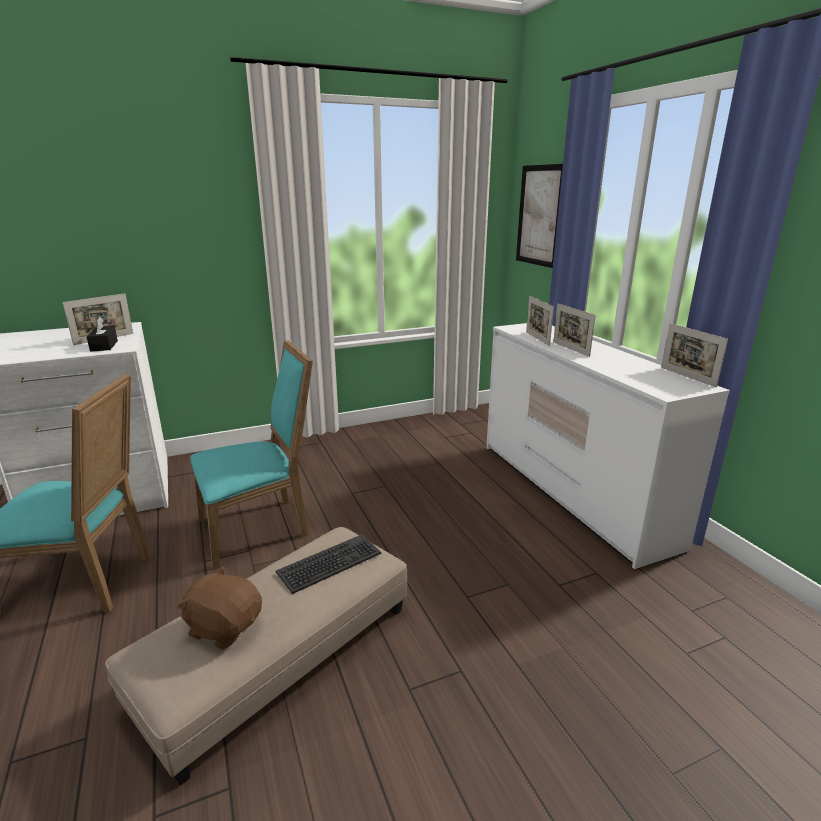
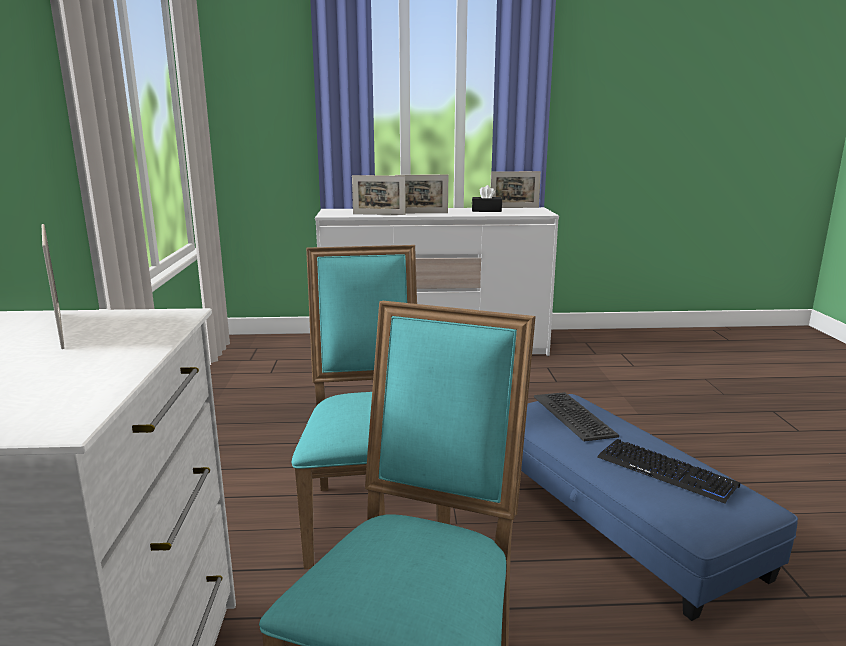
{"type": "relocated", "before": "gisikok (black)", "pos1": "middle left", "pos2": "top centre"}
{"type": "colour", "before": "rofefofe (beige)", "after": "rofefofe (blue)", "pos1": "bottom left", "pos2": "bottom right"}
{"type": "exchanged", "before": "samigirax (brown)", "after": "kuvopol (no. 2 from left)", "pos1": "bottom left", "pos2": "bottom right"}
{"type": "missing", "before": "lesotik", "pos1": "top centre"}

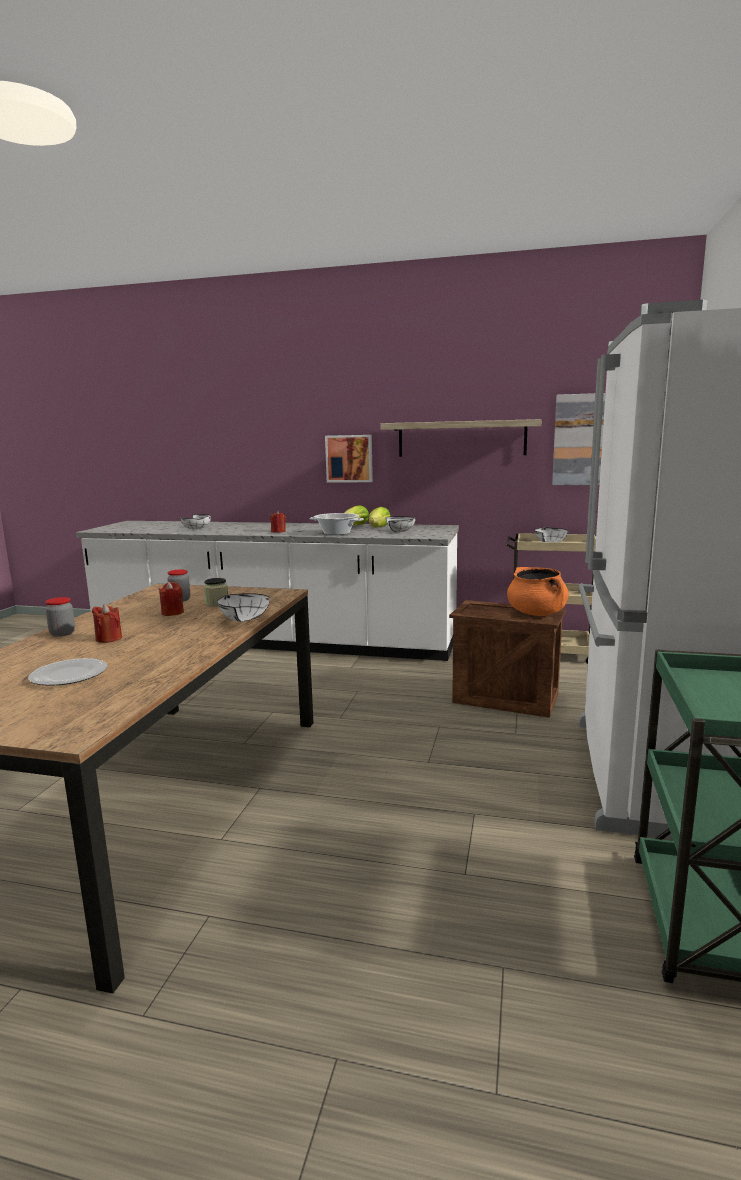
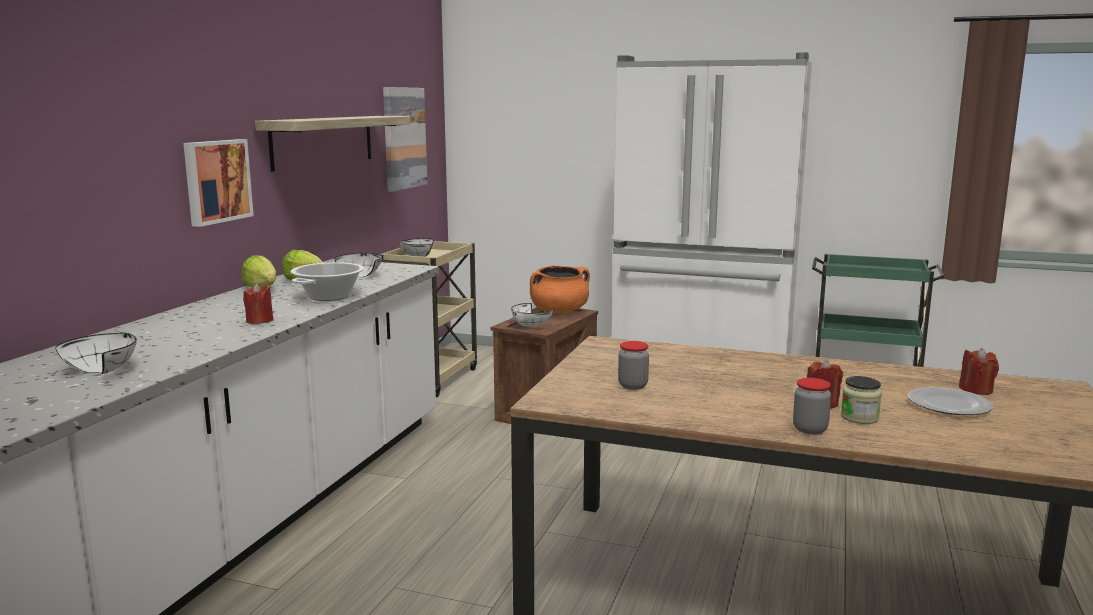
{"type": "relocated", "before": "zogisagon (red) (no. 2 from left in the first image)", "after": "zogisagon (red) (no. 3 from left)", "pos1": "middle left", "pos2": "middle right"}
{"type": "relocated", "before": "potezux (no. 3 from left)", "pos1": "middle left", "pos2": "middle right"}
{"type": "relocated", "before": "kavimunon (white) (no. 2 from left in the first image)", "after": "kavimunon (white) (no. 4 from left)", "pos1": "middle left", "pos2": "centre"}

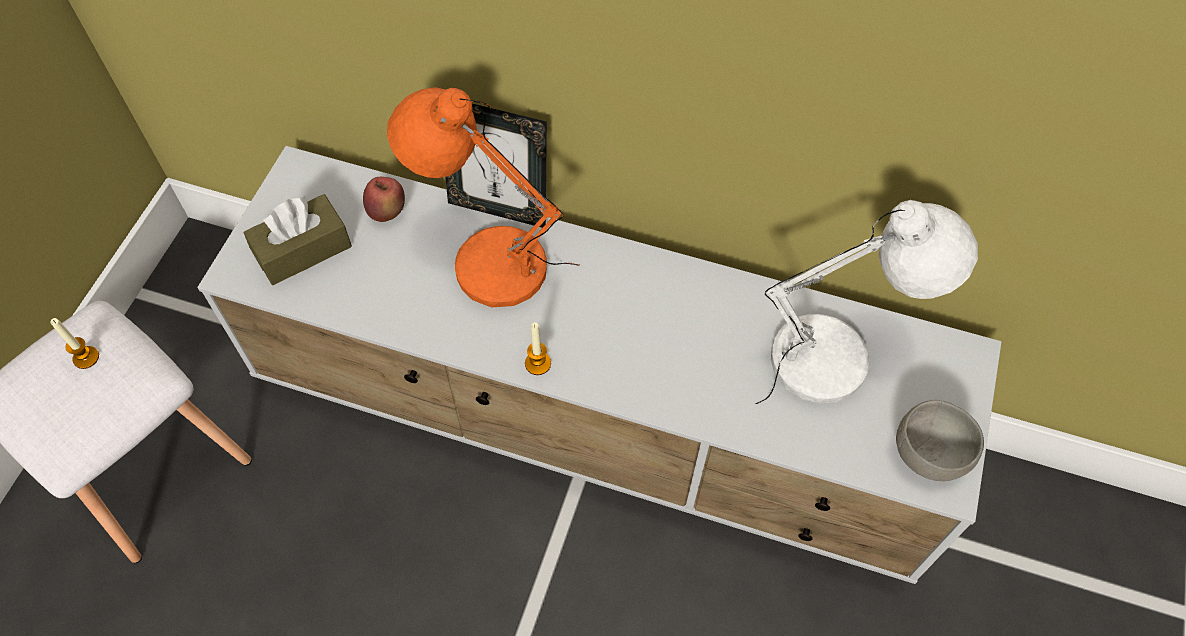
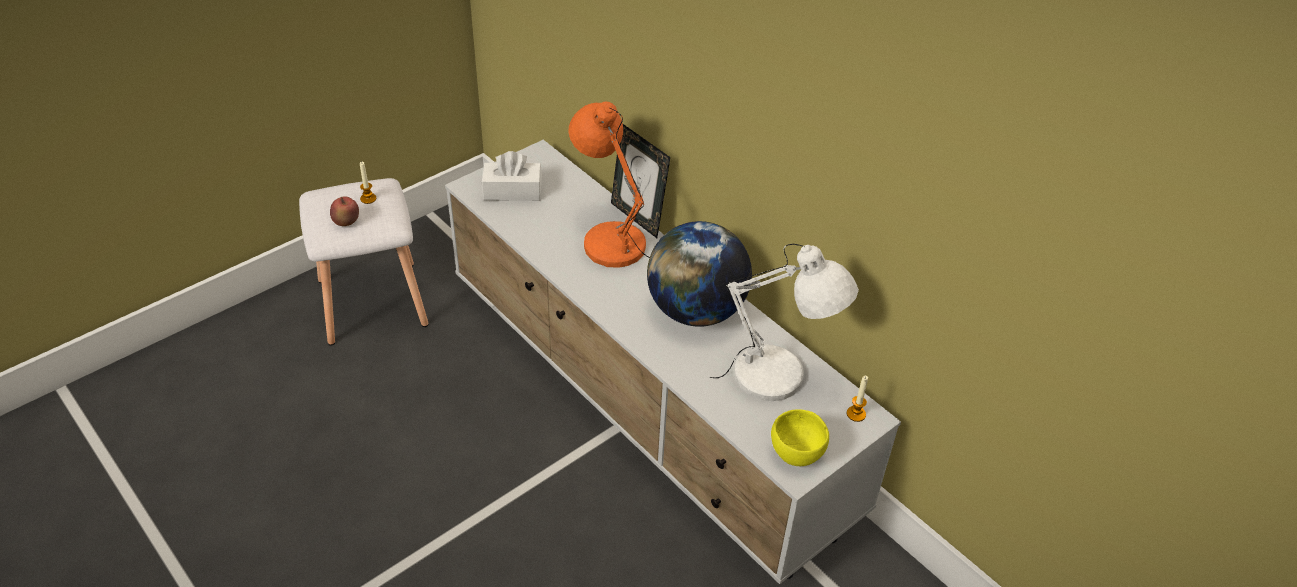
{"type": "colour", "before": "gisikok (brown)", "after": "gisikok (white)", "pos1": "middle left", "pos2": "top centre"}
{"type": "relocated", "before": "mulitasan", "pos1": "top left", "pos2": "middle left"}
{"type": "relocated", "before": "zogisagon (no. 2 from left)", "pos1": "centre", "pos2": "bottom centre"}
{"type": "colour", "before": "kavimunon (grey)", "after": "kavimunon (yellow)", "pos1": "bottom right", "pos2": "bottom centre"}
{"type": "appeared", "after": "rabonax", "pos2": "centre"}

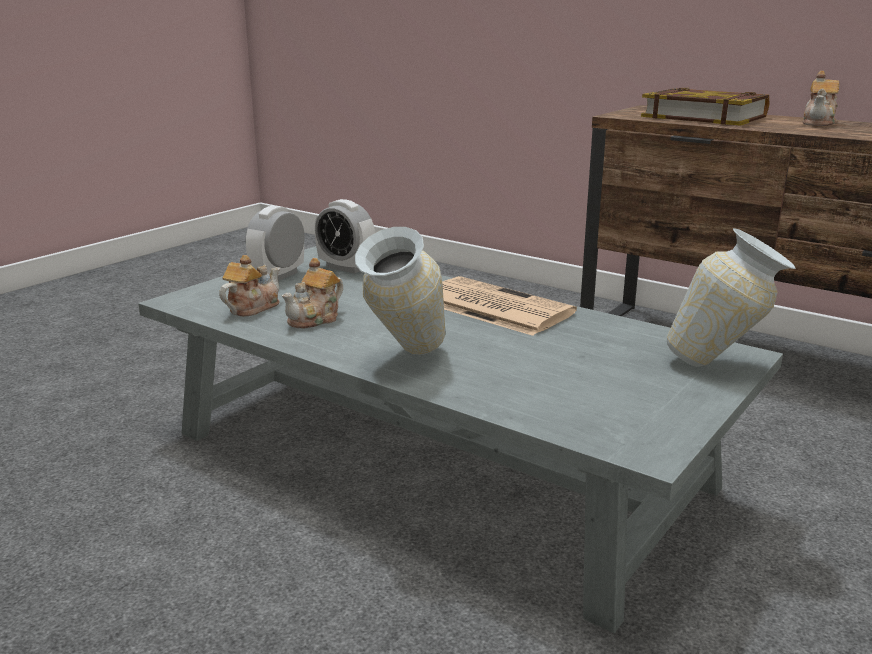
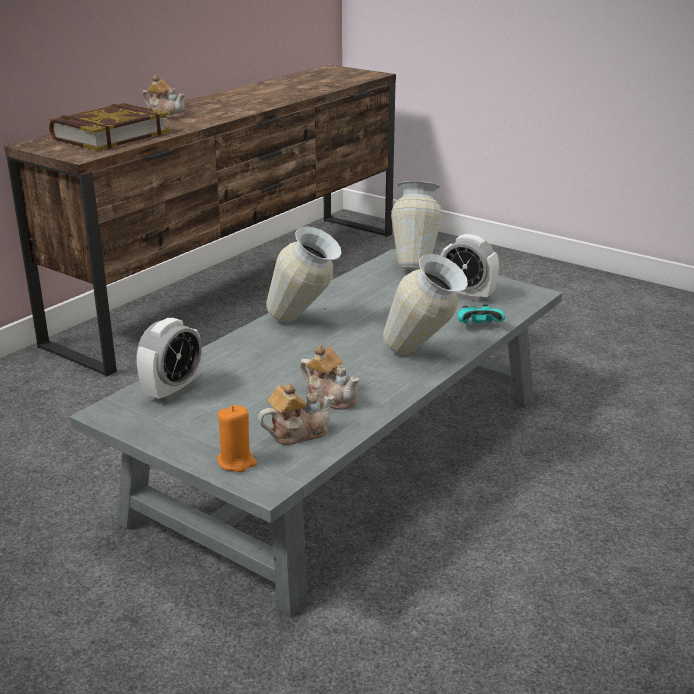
{"type": "spun", "before": "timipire (no. 1 from left in the first image)", "pos1": "middle left", "pos2": "centre", "turn": 120}
{"type": "relocated", "before": "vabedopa (no. 1 from left in the first image)", "after": "vabedopa (no. 2 from left)", "pos1": "middle left", "pos2": "middle right"}
{"type": "exchanged", "before": "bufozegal", "after": "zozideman (no. 1 from left)", "pos1": "centre", "pos2": "centre"}
{"type": "appeared", "after": "zogisagon (orange)", "pos2": "centre"}
{"type": "appeared", "after": "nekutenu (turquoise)", "pos2": "middle right"}

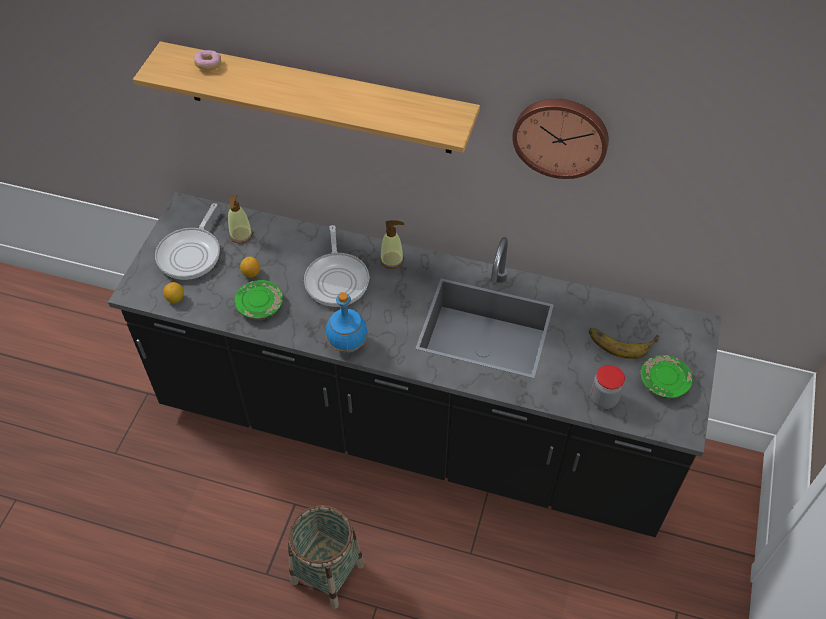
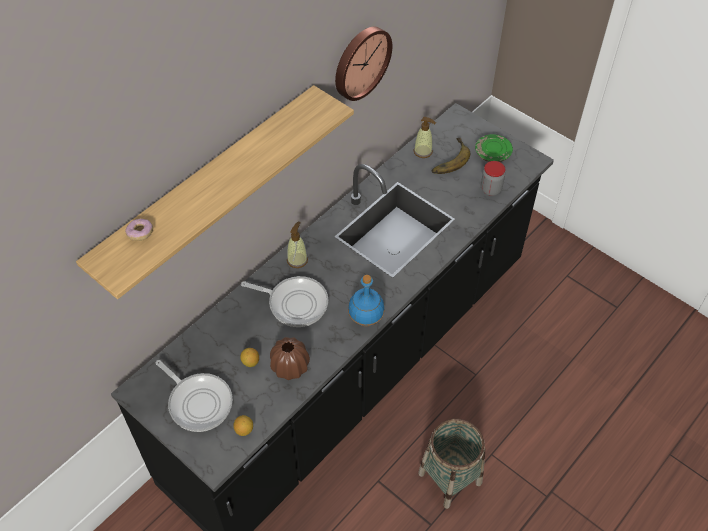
{"type": "relocated", "before": "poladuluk (no. 1 from left in the first image)", "after": "poladuluk (no. 2 from left)", "pos1": "middle left", "pos2": "top centre"}
{"type": "exchanged", "before": "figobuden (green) (no. 1 from left)", "after": "zozideman (brown)", "pos1": "middle left", "pos2": "bottom centre"}

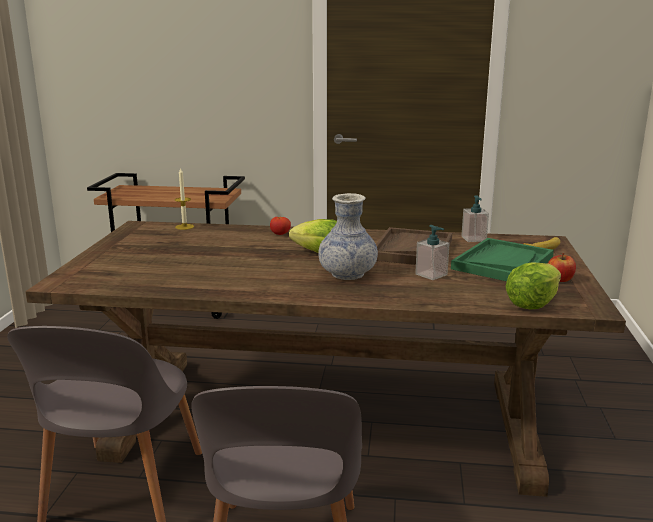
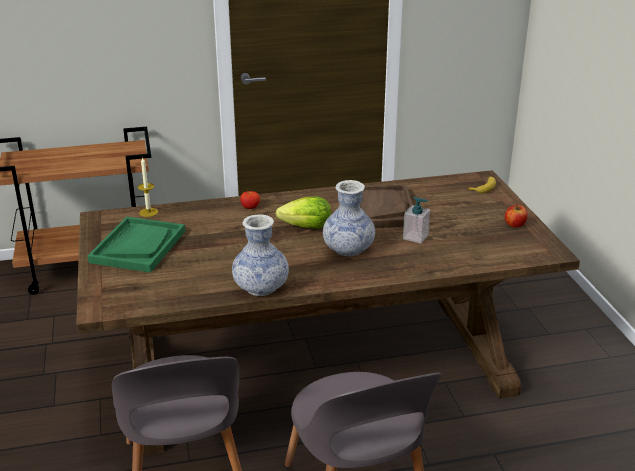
{"type": "relocated", "before": "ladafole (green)", "pos1": "middle right", "pos2": "middle left"}
{"type": "missing", "before": "poladuluk (no. 2 from left)", "pos1": "middle right"}
{"type": "missing", "before": "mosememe (no. 2 from left)", "pos1": "middle right"}
{"type": "appeared", "after": "zozideman (no. 1 from left)", "pos2": "centre"}

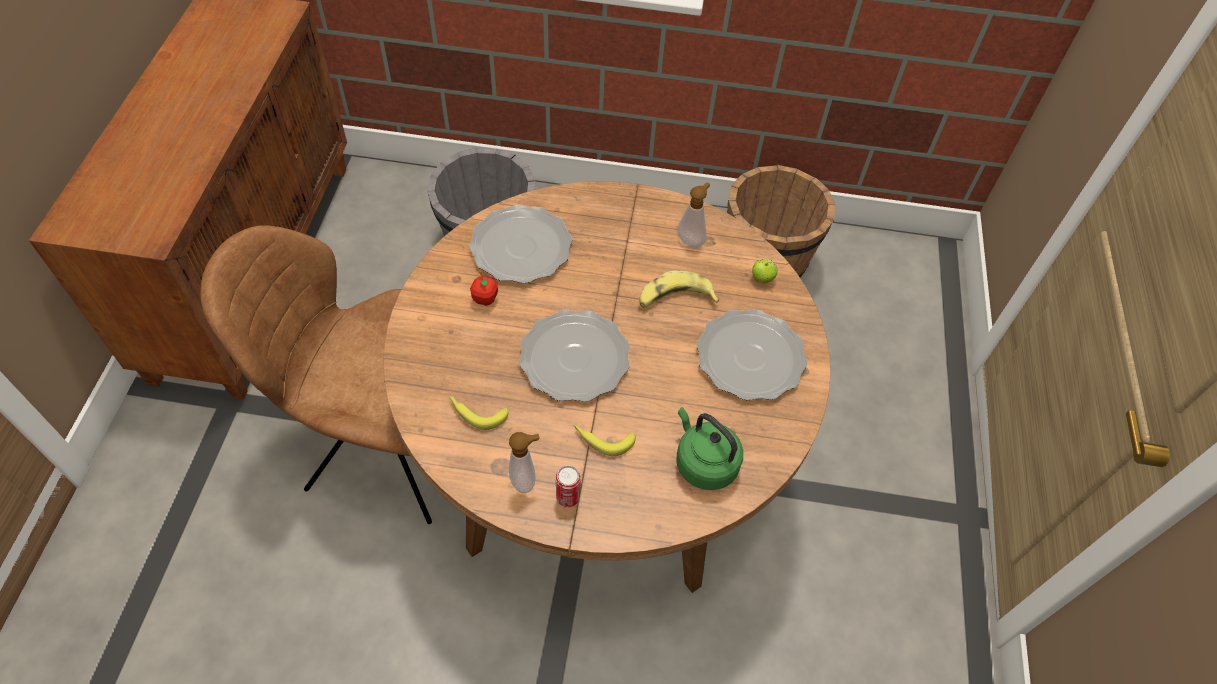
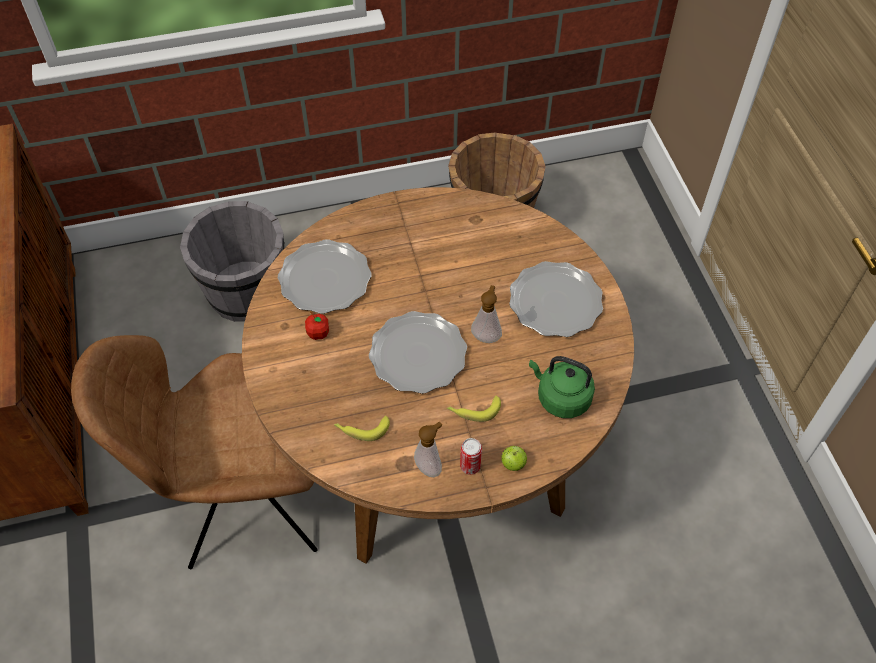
{"type": "missing", "before": "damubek (no. 3 from left)", "pos1": "centre"}
{"type": "relocated", "before": "poladuluk (no. 2 from left)", "pos1": "top centre", "pos2": "centre"}
{"type": "relocated", "before": "mulitasan (no. 2 from left)", "pos1": "centre", "pos2": "bottom centre"}

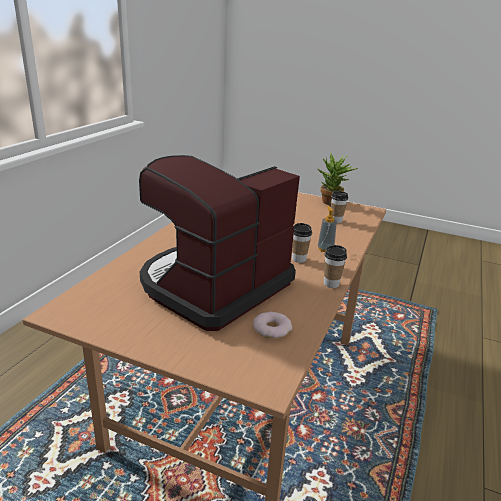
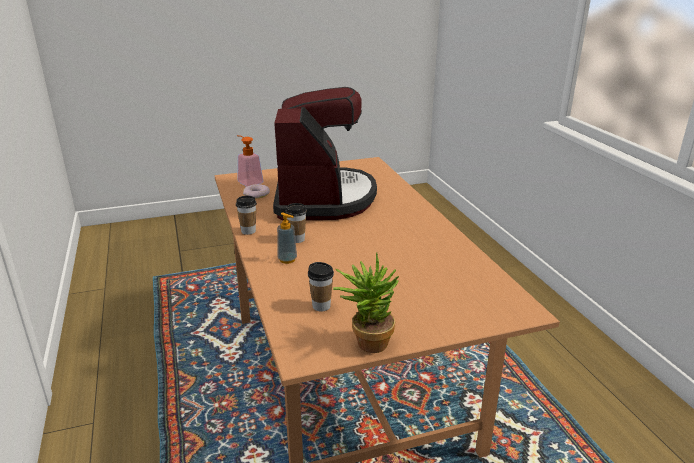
{"type": "appeared", "after": "poladuluk (no. 1 from left)", "pos2": "centre"}

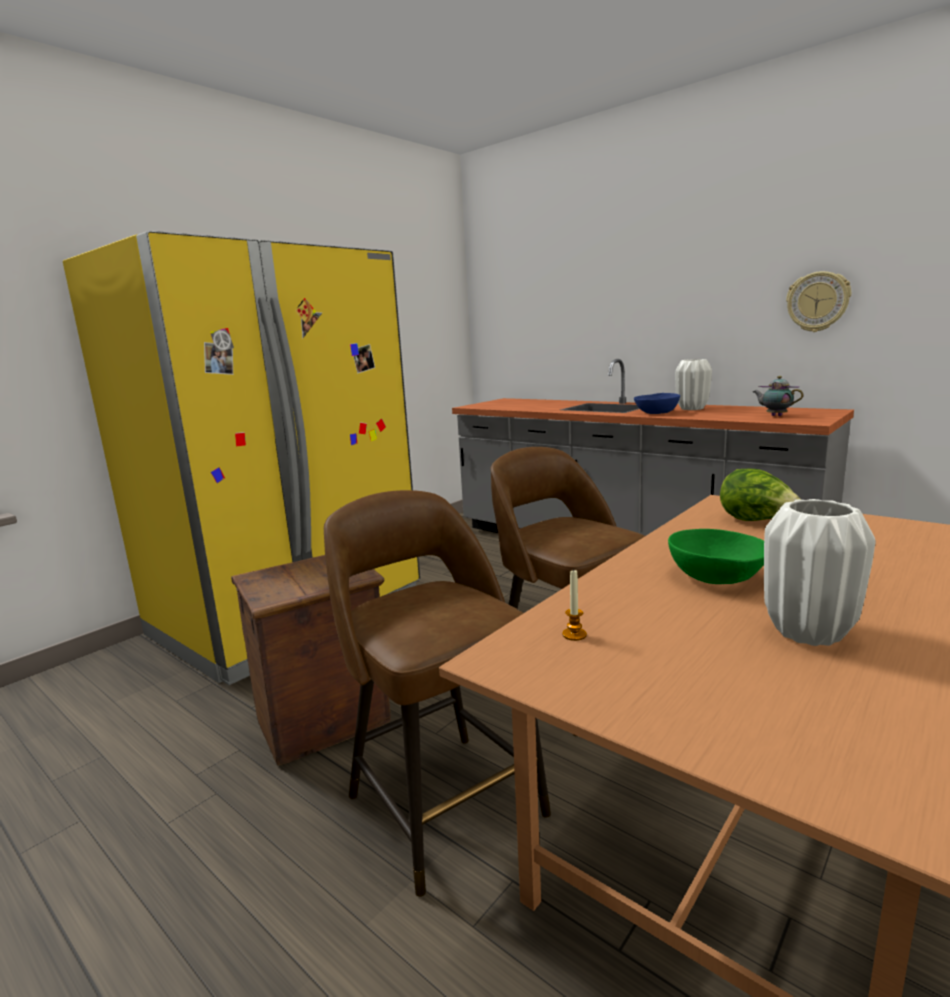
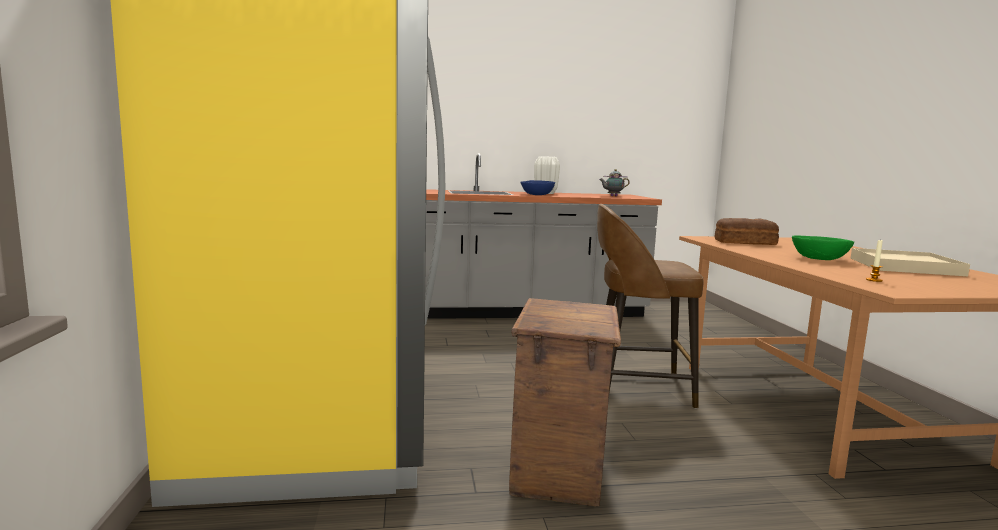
{"type": "missing", "before": "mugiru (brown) (no. 1 from left)", "pos1": "bottom centre"}
{"type": "exchanged", "before": "mosememe", "after": "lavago", "pos1": "middle right", "pos2": "middle right"}
{"type": "exchanged", "before": "zozideman (white) (no. 2 from left)", "after": "ladafole (beige)", "pos1": "middle right", "pos2": "middle right"}
{"type": "missing", "before": "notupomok", "pos1": "top right"}

